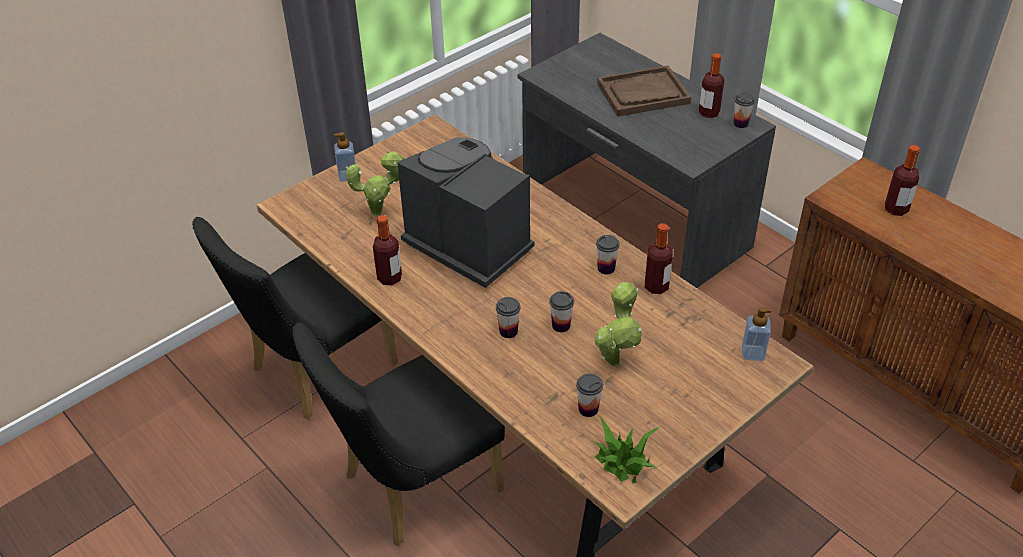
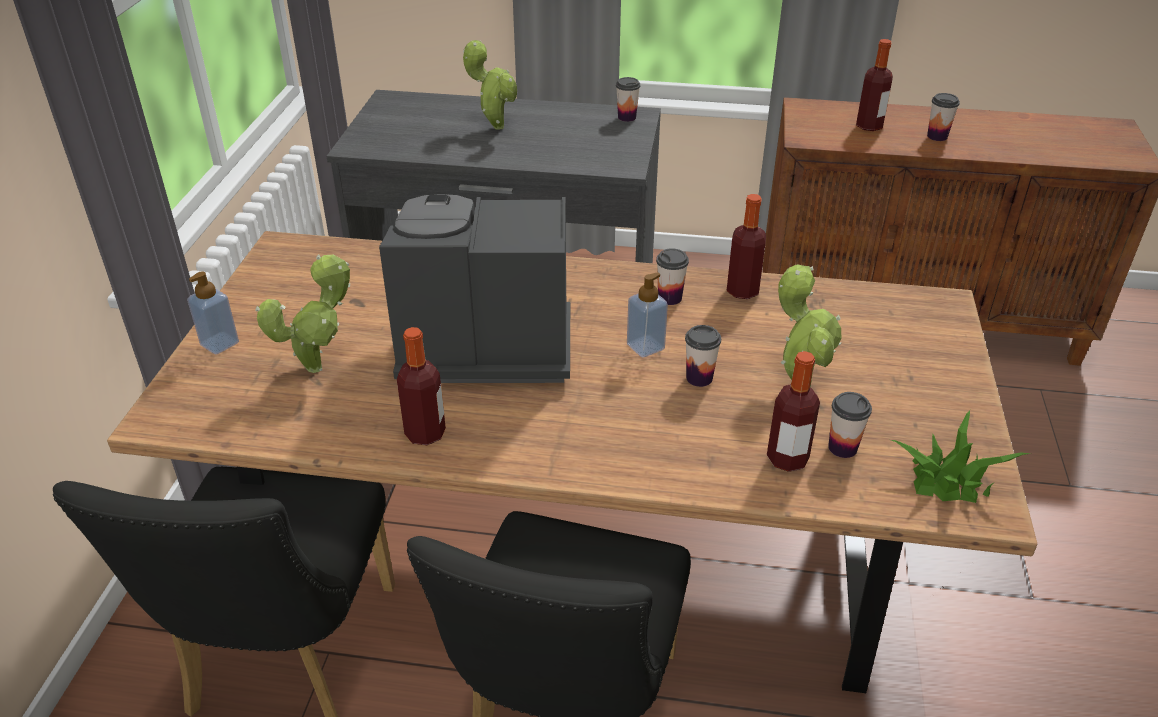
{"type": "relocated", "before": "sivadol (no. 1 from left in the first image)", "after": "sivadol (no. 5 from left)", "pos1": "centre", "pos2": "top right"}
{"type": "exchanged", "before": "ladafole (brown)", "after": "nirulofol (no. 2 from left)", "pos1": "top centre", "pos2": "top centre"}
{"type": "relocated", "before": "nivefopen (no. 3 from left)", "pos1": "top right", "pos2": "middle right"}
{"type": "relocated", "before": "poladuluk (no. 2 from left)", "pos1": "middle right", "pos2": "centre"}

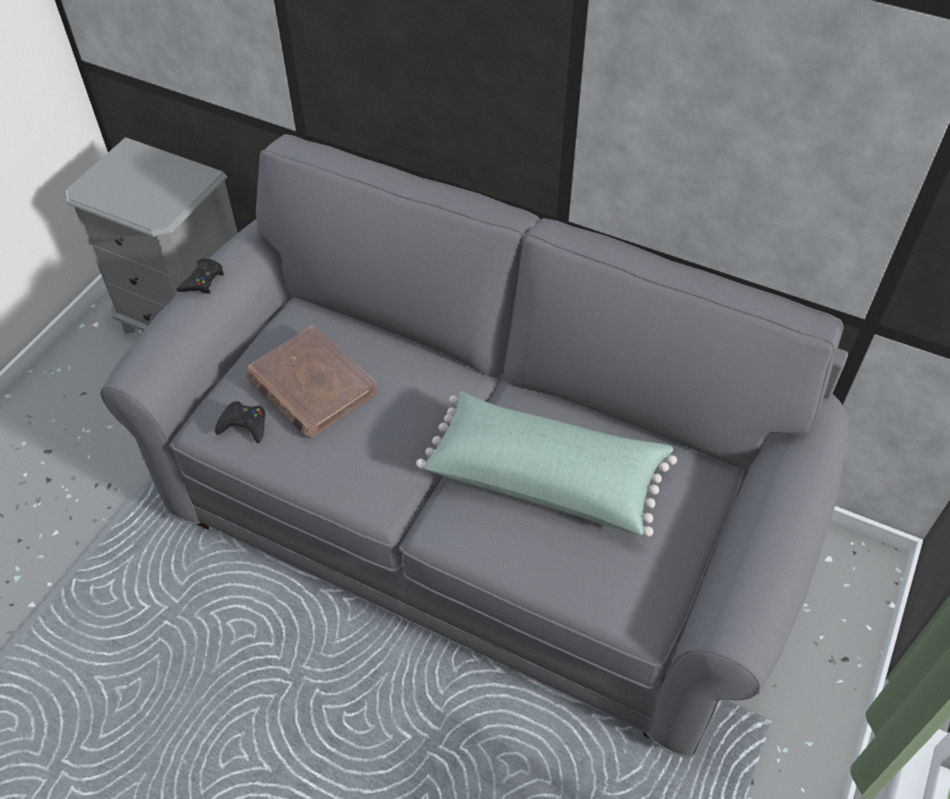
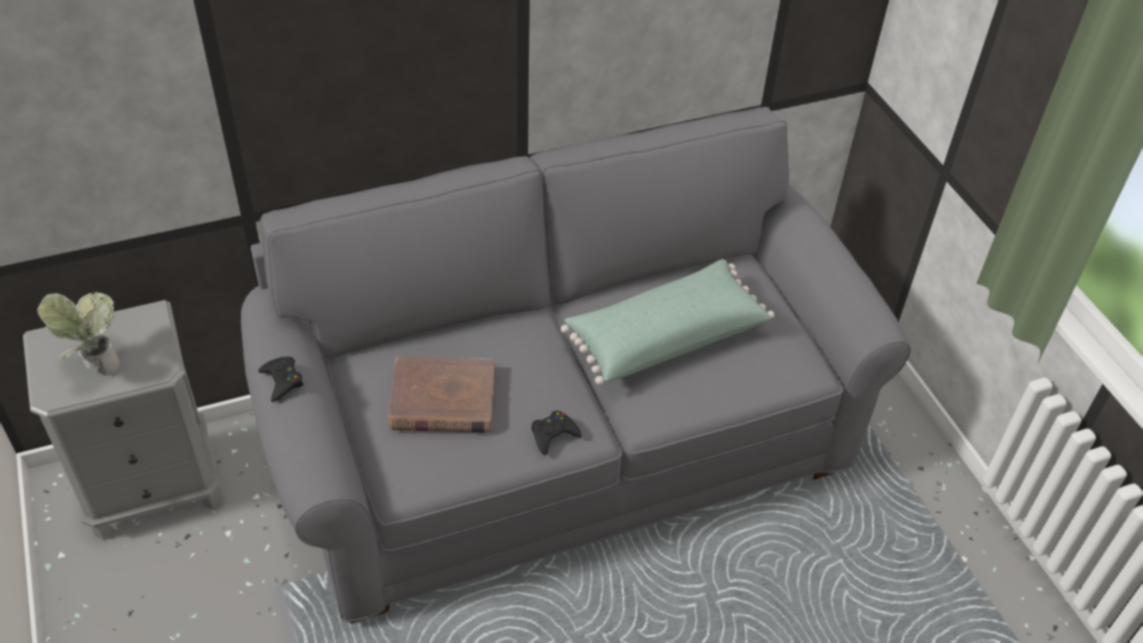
{"type": "relocated", "before": "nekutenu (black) (no. 2 from left)", "pos1": "middle left", "pos2": "bottom centre"}
{"type": "appeared", "after": "nirulofol", "pos2": "middle left"}

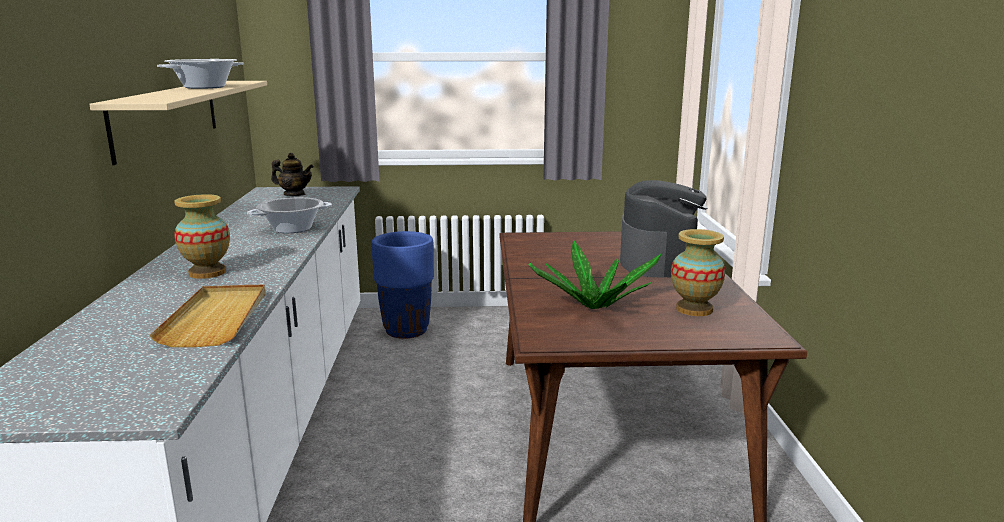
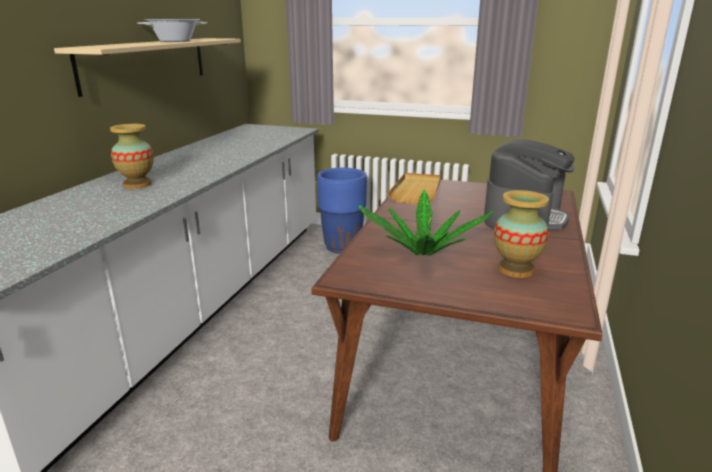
{"type": "relocated", "before": "ladafole (beige)", "pos1": "middle left", "pos2": "centre"}
{"type": "missing", "before": "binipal (no. 2 from left)", "pos1": "middle left"}
{"type": "missing", "before": "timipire", "pos1": "middle left"}

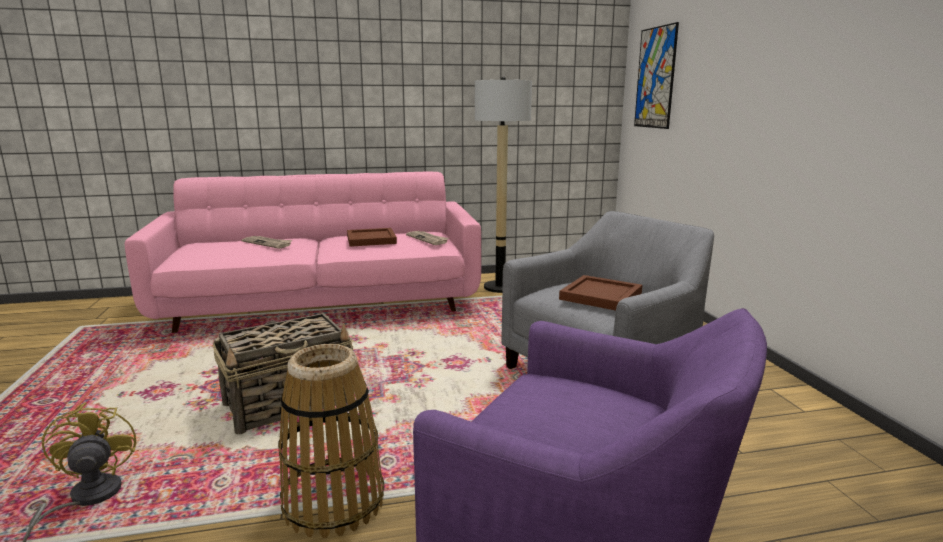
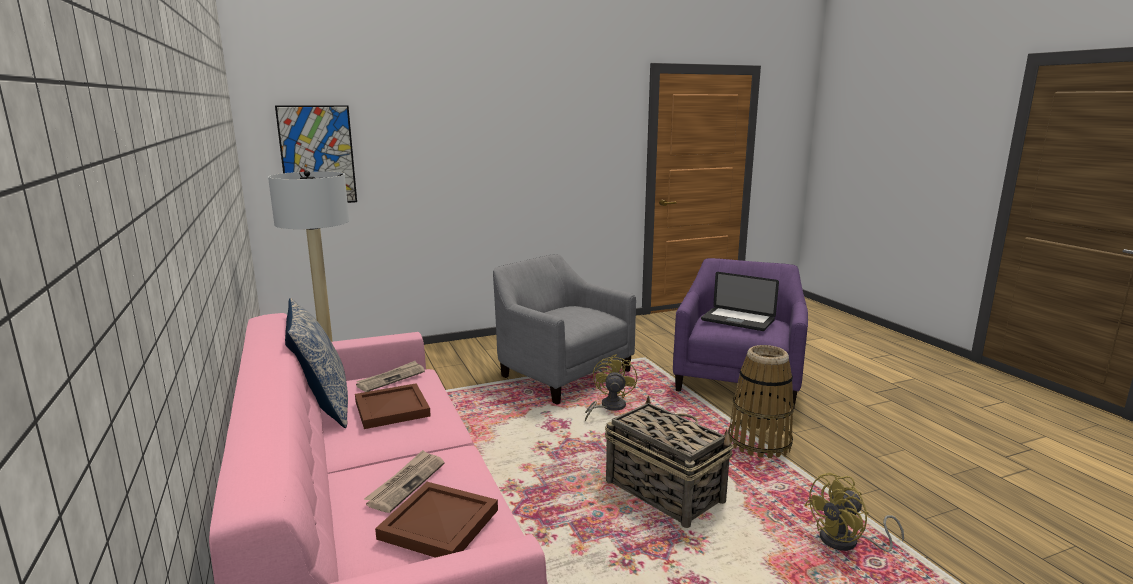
{"type": "relocated", "before": "ladafole (brown) (no. 2 from left)", "pos1": "centre", "pos2": "bottom centre"}
{"type": "appeared", "after": "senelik", "pos2": "middle left"}
{"type": "appeared", "after": "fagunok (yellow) (no. 1 from left)", "pos2": "centre"}
{"type": "appeared", "after": "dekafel", "pos2": "centre"}

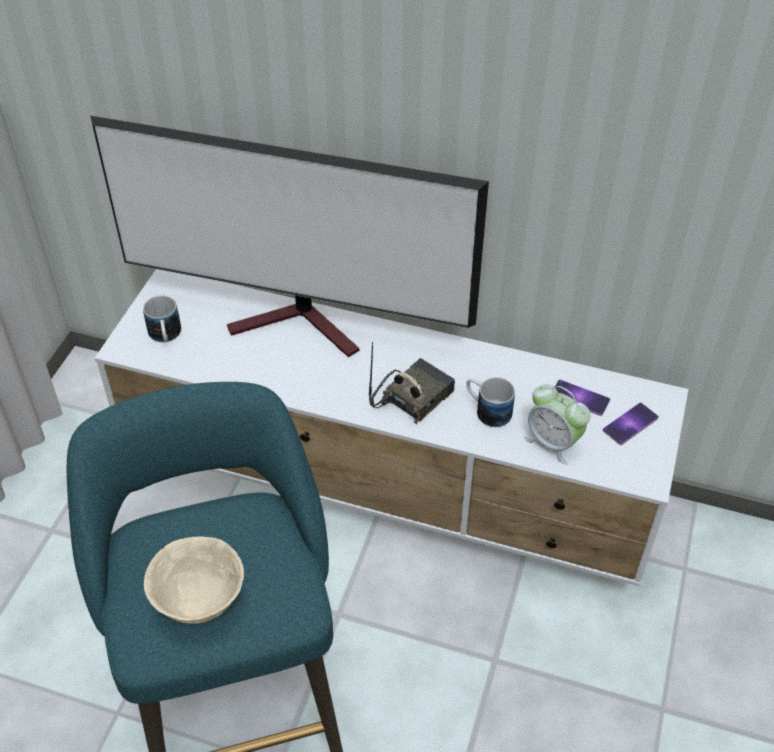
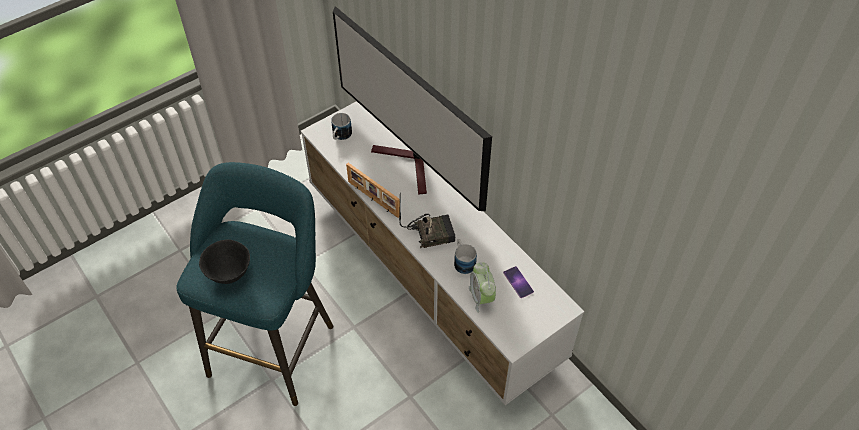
{"type": "colour", "before": "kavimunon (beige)", "after": "kavimunon (black)", "pos1": "bottom left", "pos2": "middle left"}
{"type": "missing", "before": "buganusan (no. 2 from left)", "pos1": "middle right"}
{"type": "appeared", "after": "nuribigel", "pos2": "centre"}

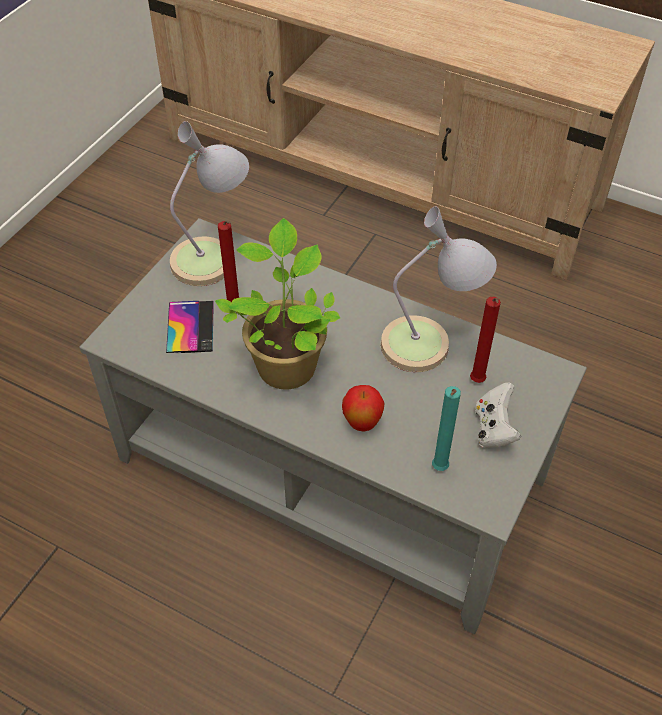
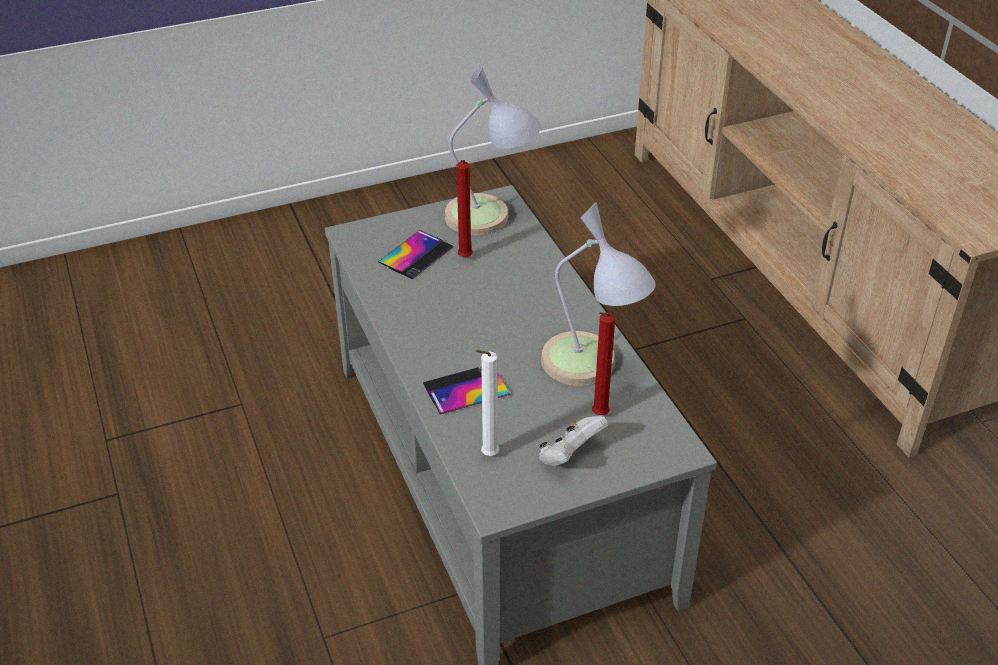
{"type": "missing", "before": "nirulofol", "pos1": "centre"}
{"type": "exchanged", "before": "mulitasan", "after": "buganusan (no. 2 from left)", "pos1": "centre", "pos2": "centre"}
{"type": "colour", "before": "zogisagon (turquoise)", "after": "zogisagon (white)", "pos1": "middle right", "pos2": "centre"}

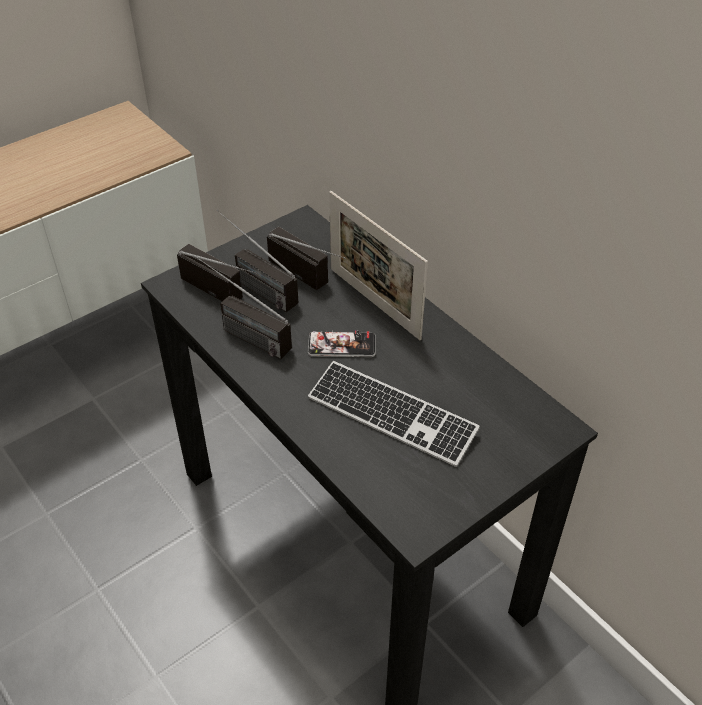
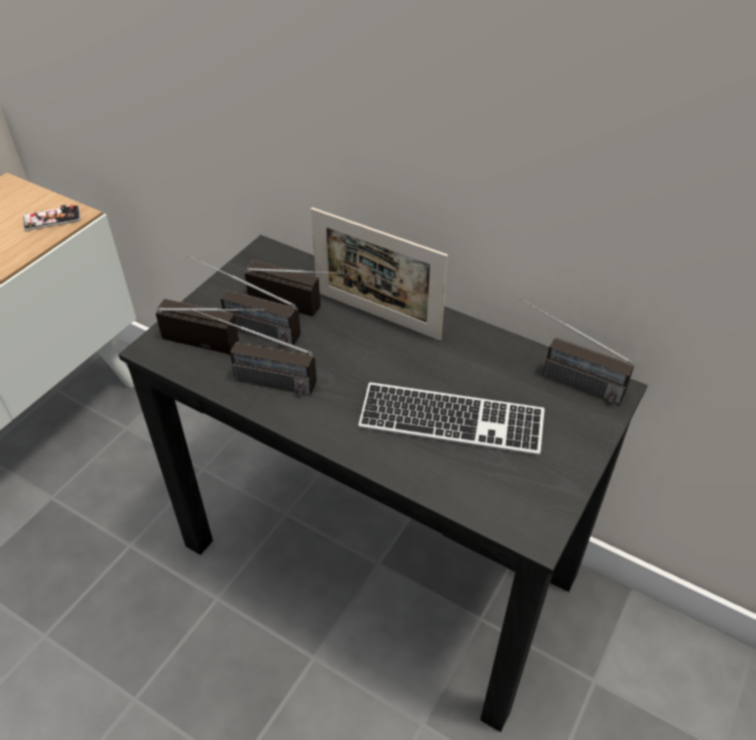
{"type": "relocated", "before": "buganusan", "pos1": "centre", "pos2": "top left"}
{"type": "appeared", "after": "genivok (no. 5 from left)", "pos2": "middle right"}

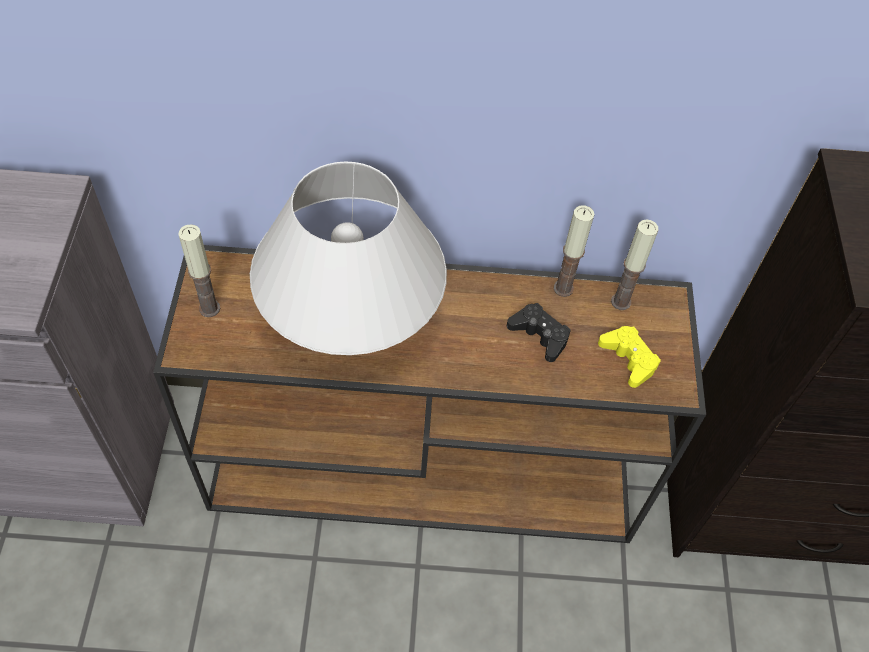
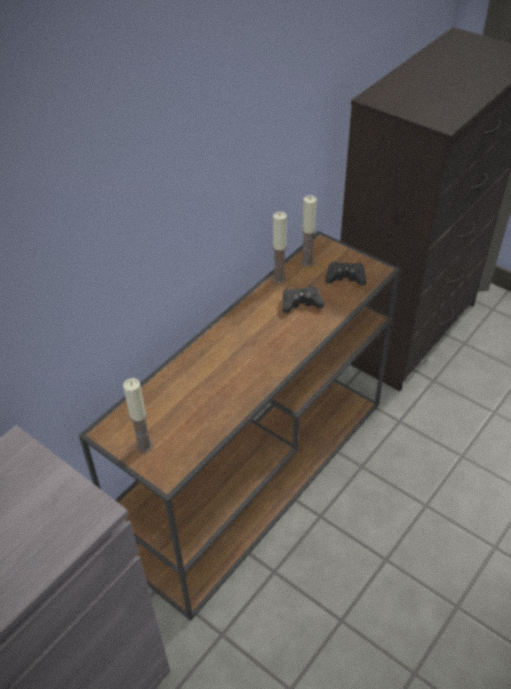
{"type": "missing", "before": "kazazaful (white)", "pos1": "centre"}
{"type": "colour", "before": "nekutenu (yellow)", "after": "nekutenu (black) (no. 2 from left)", "pos1": "middle right", "pos2": "middle right"}

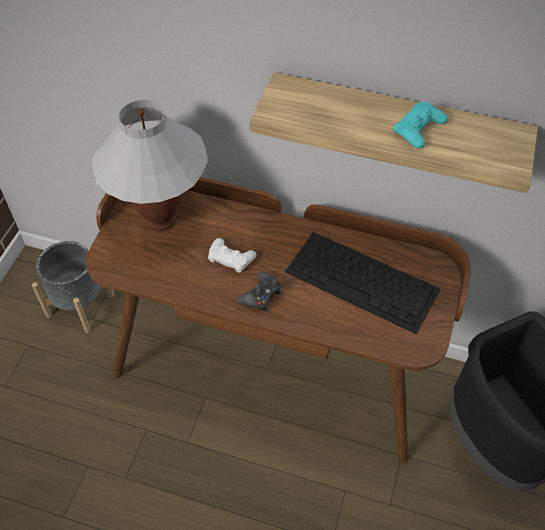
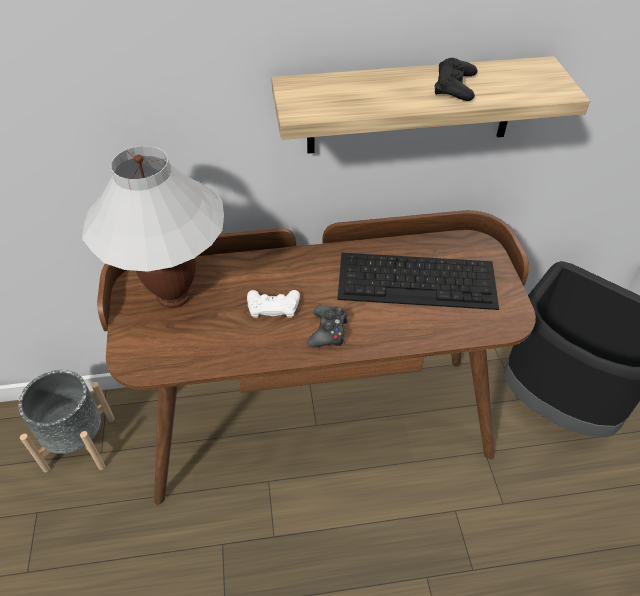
{"type": "colour", "before": "nekutenu (turquoise)", "after": "nekutenu (black) (no. 2 from left)", "pos1": "top right", "pos2": "top right"}

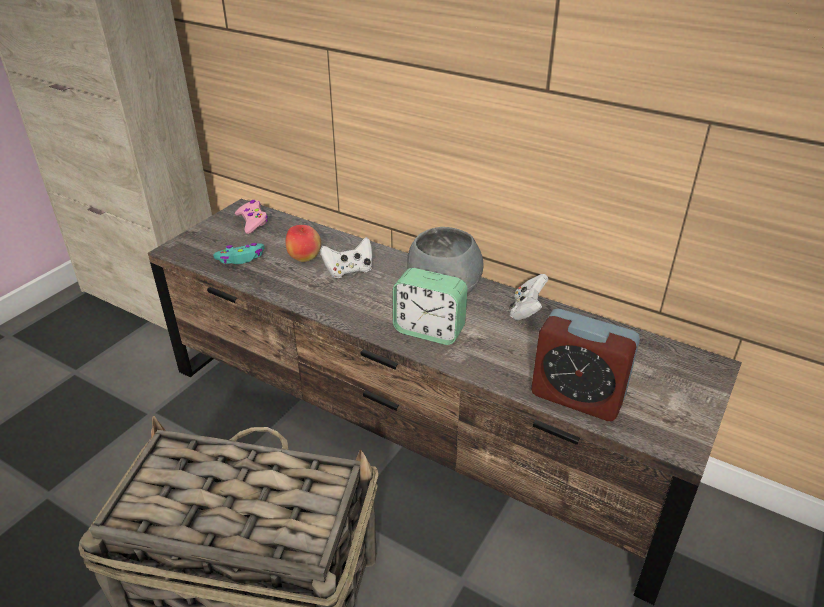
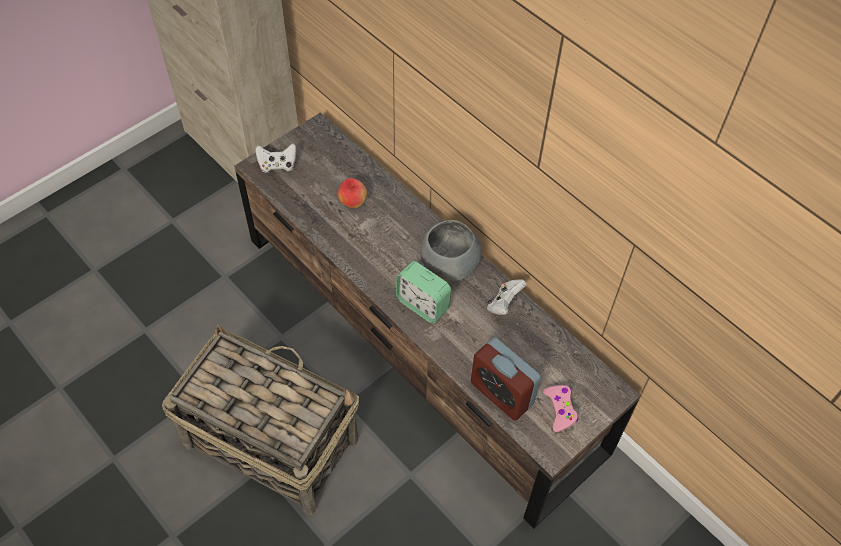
{"type": "missing", "before": "nekutenu (turquoise)", "pos1": "middle left"}
{"type": "relocated", "before": "nekutenu (pink)", "pos1": "middle left", "pos2": "bottom centre"}
{"type": "relocated", "before": "nekutenu (white) (no. 1 from left)", "pos1": "centre", "pos2": "top left"}

